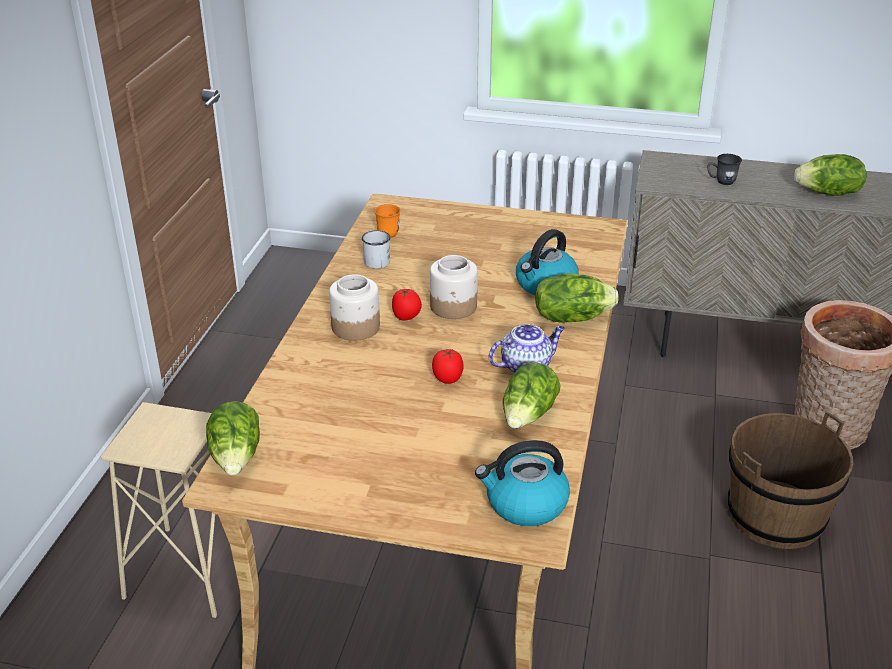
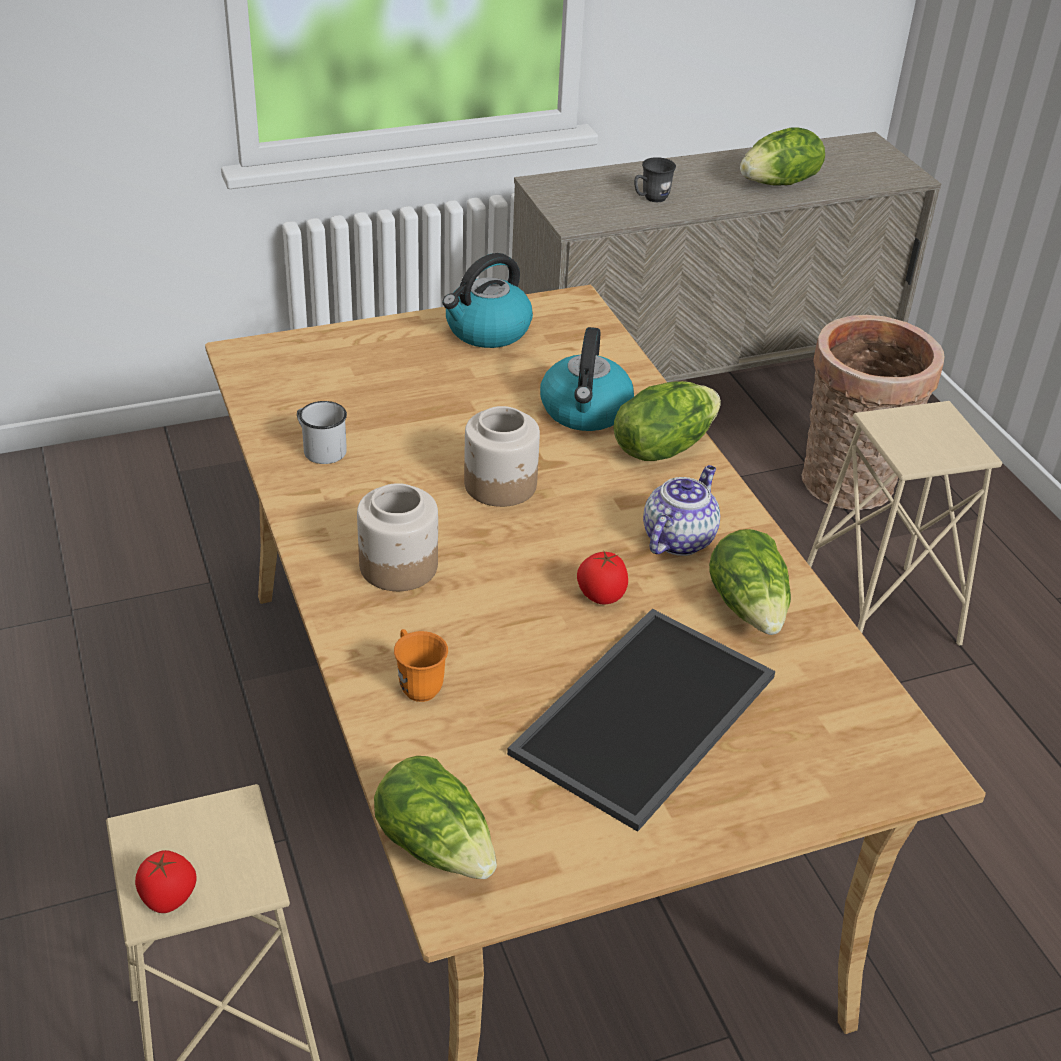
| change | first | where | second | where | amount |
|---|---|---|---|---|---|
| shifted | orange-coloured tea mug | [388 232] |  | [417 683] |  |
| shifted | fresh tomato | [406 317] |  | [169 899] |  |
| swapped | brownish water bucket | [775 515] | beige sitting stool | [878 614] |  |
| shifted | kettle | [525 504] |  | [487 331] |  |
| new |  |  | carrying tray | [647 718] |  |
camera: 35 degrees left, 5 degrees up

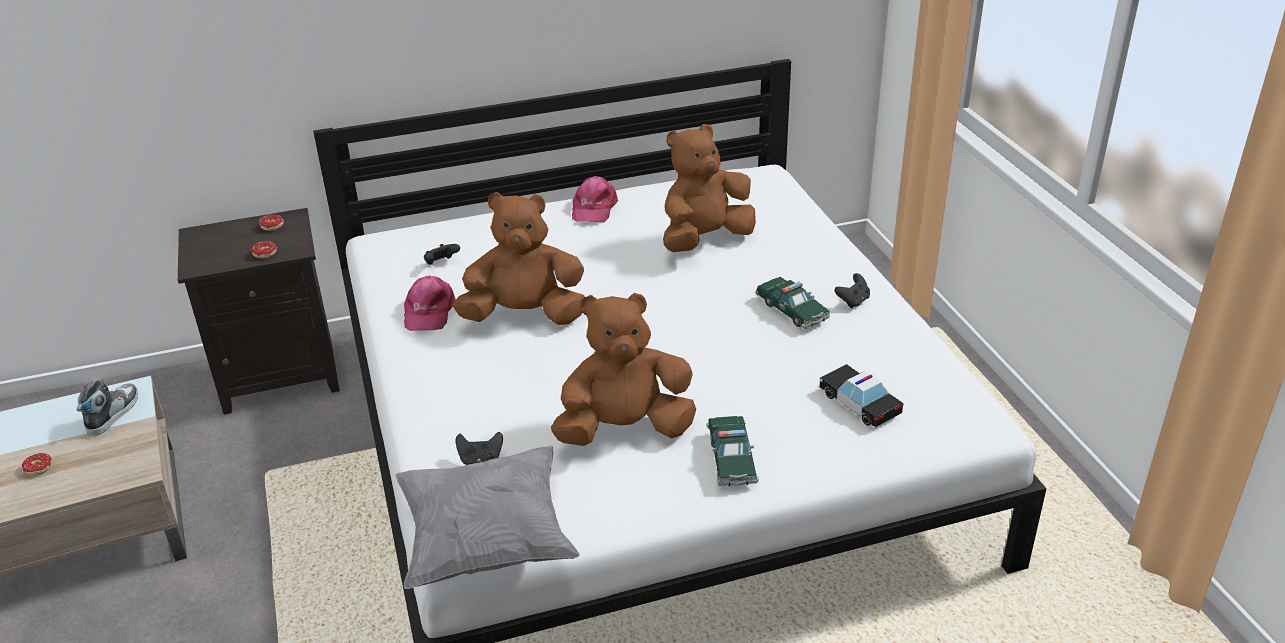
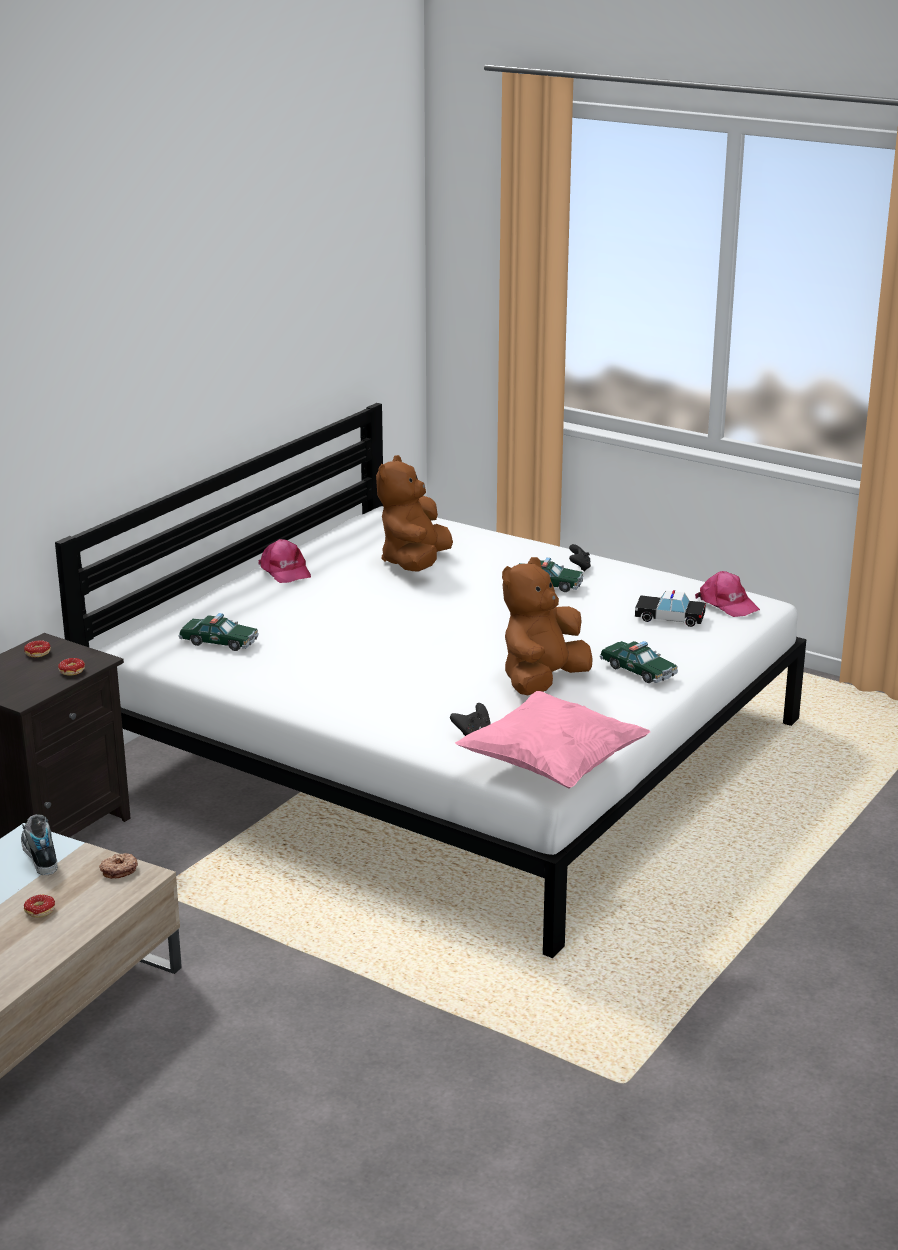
| change | first | where | second | where | amount |
|---|---|---|---|---|---|
| gone | brownish plush toy | [525 316] |  |  |  |
| swapped | blackish gamepad | [441 263] | toy car | [219 642] |  |
| shifted | pink-coloured baseball cap | [428 311] |  | [727 604] |  |
| repainted | grey pillow | [487 541] | pink-coloured pillow | [552 767] |  |
| new |  |  | donut | [119 870] |  |
camera: 40 degrees left, 10 degrees down

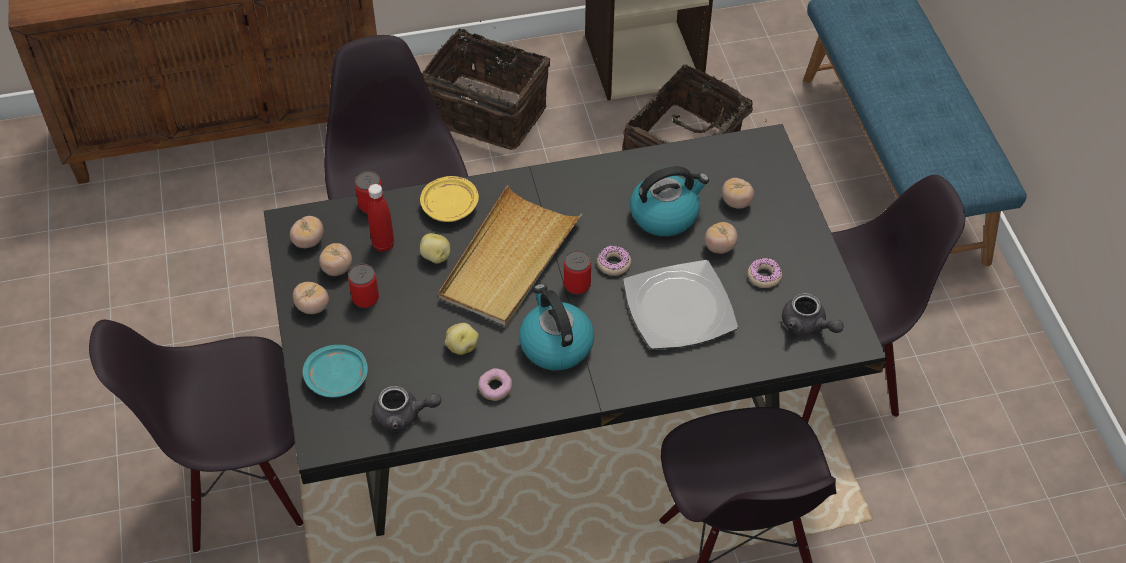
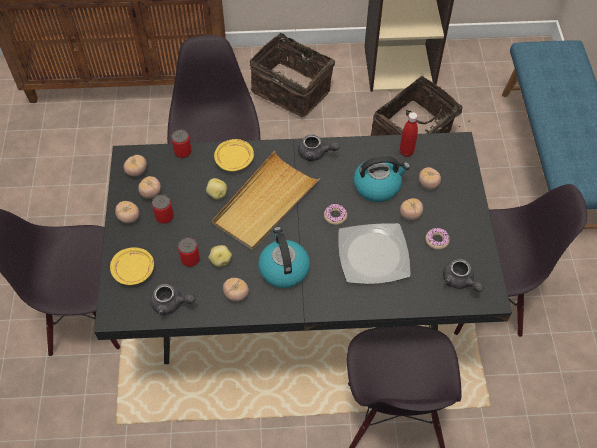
| change | first | where | second | where | amount |
|---|---|---|---|---|---|
| shifted | red-coloured beverage bottle | [383 245] |  | [406 152] |  |
| shifted | can | [577 285] |  | [190 259] |  |
| repainted | blue-green flat dish | [337 378] | yellowish flat dish | [134 270] |  |
| swapped | donut | [495 389] | fresh tomato | [236 294] |  |
| new |  |  | grey tea pot | [316 153] |  |
camera: 10 degrees right, 5 degrees up

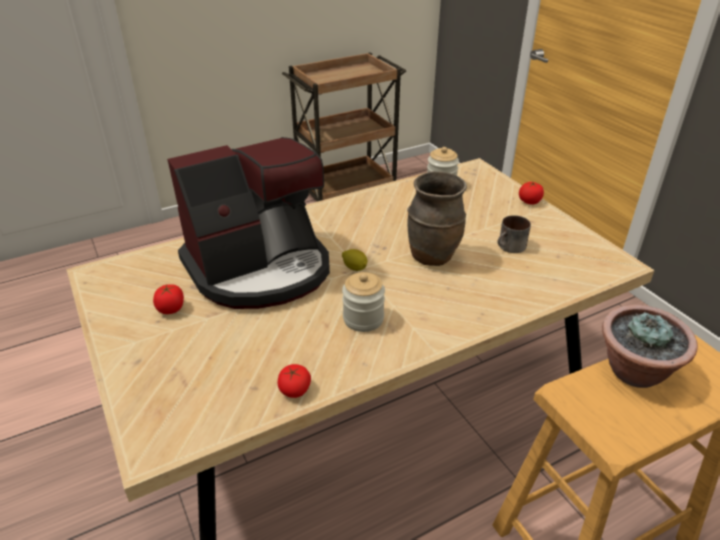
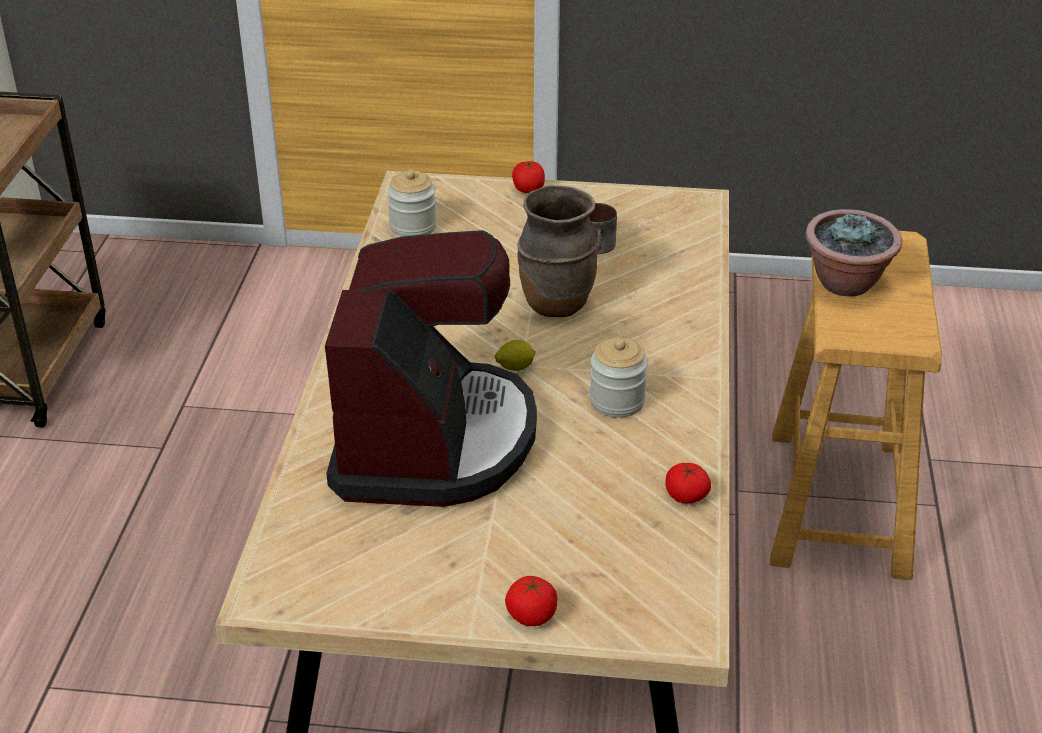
| change | first | where | second | where | amount |
|---|---|---|---|---|---|
| shifted | fresh tomato | [171 309] |  | [531 616] |  |
camera: 55 degrees left, 0 degrees up

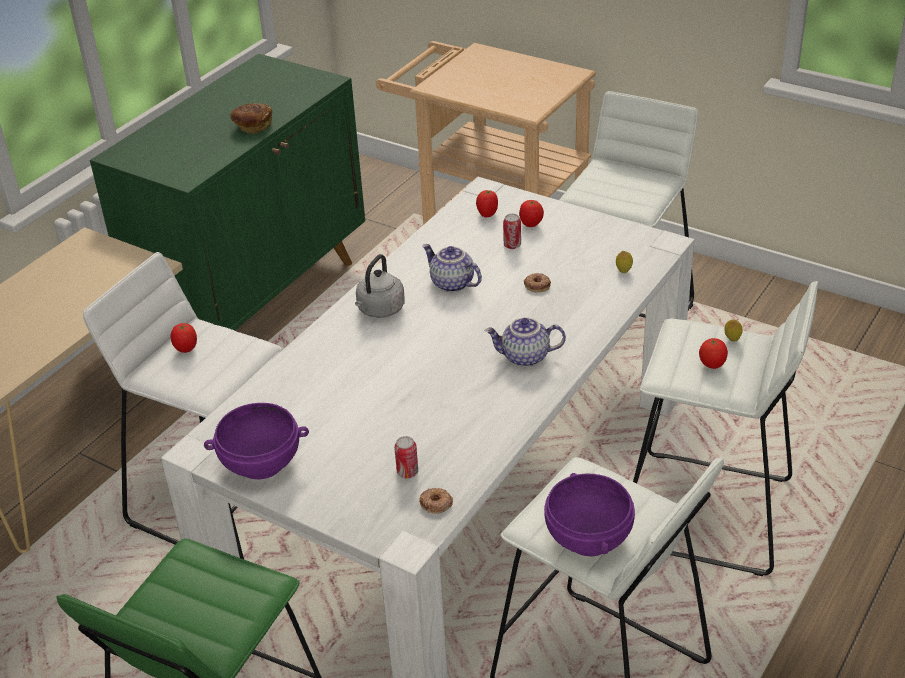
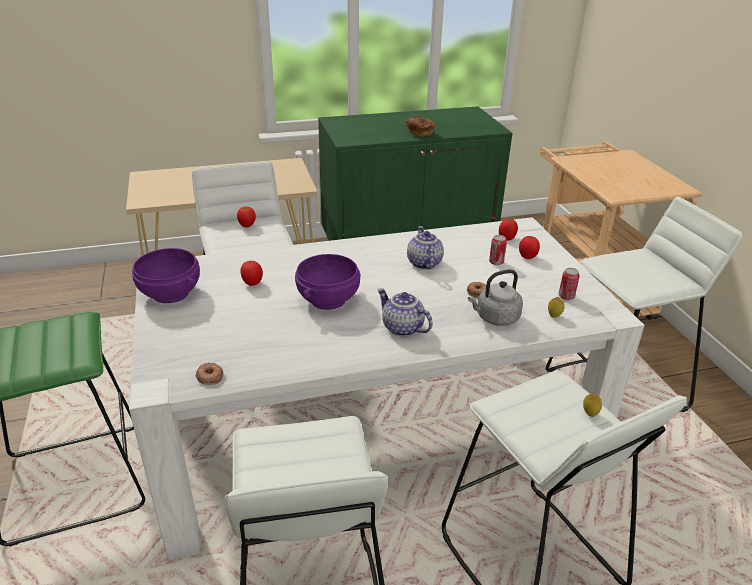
| change | first | where | second | where | amount |
|---|---|---|---|---|---|
| shifted | grey kettle | [379 310] |  | [495 318] |  |
| shifted | fresh tomato | [712 365] |  | [252 283] |  |
| shifted | can | [407 472] |  | [566 297] |  |
| shifted | purple bowl | [589 537] |  | [329 300] |  |
camera: 40 degrees right, 5 degrees down

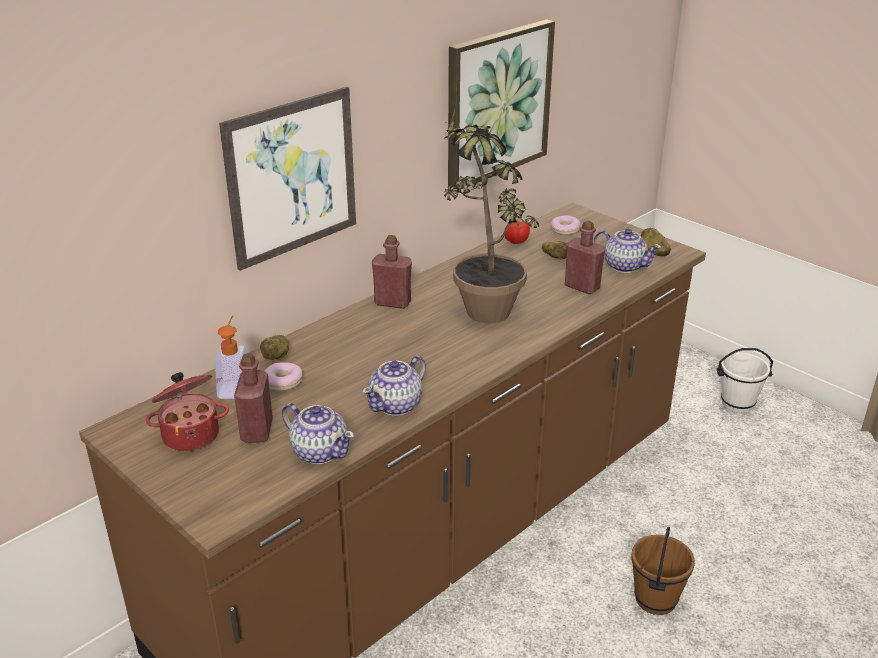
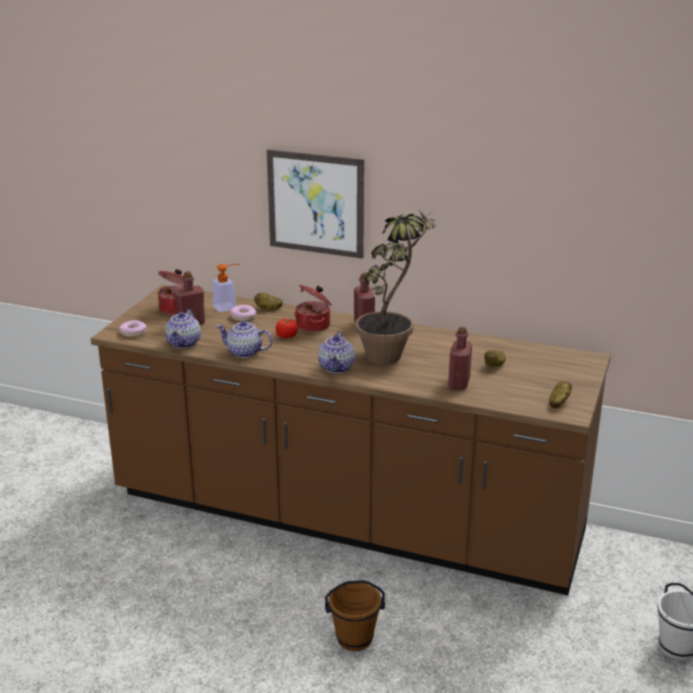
| change | first | where | second | where | amount |
|---|---|---|---|---|---|
| gone | picture | [497 103] |  |  |  |
| shifted | donut | [565 230] |  | [133 333] |  |
| shifted | fresh tomato | [516 241] |  | [286 336] |  |
| shifted | tea pot | [624 266] |  | [337 367] |  |
| new |  |  | cooking pot | [314 325] |  |
camera: 65 degrees right, 5 degrees down

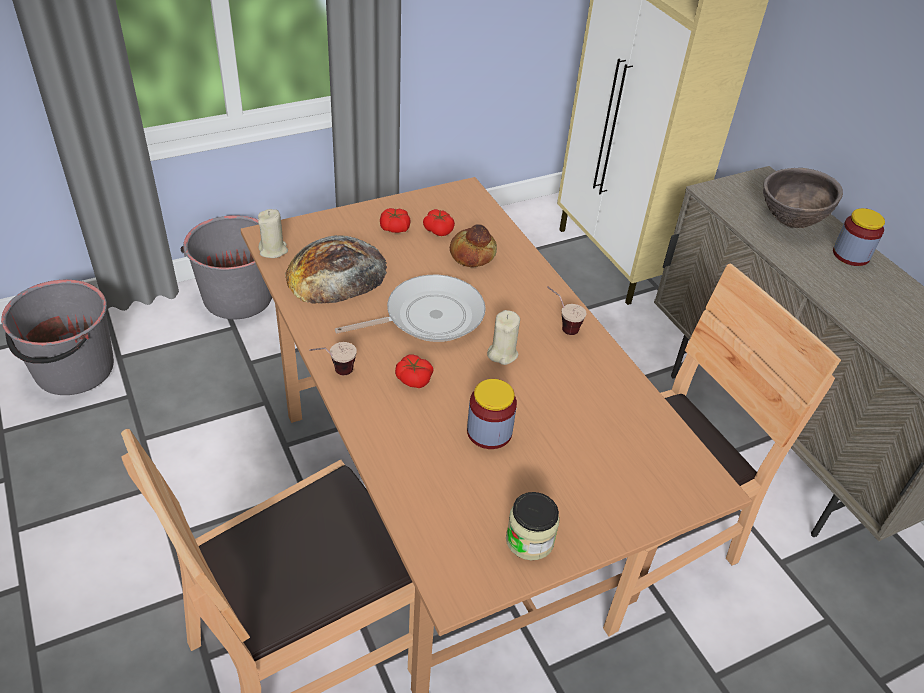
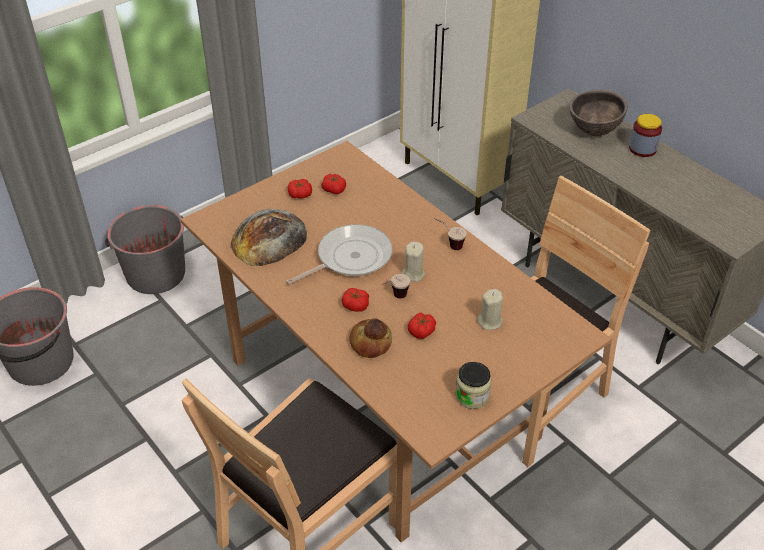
| change | first | where | second | where | amount |
|---|---|---|---|---|---|
| shifted | beige wax light | [273 250] |  | [490 321] |  |
| shifted | bakery bread | [472 254] |  | [370 342] |  |
| shifted | small cup | [334 373] |  | [394 298] |  |
| swapped | jar | [489 432] | fresh tomato | [421 331] |  |
camera: 10 degrees left, 0 degrees up

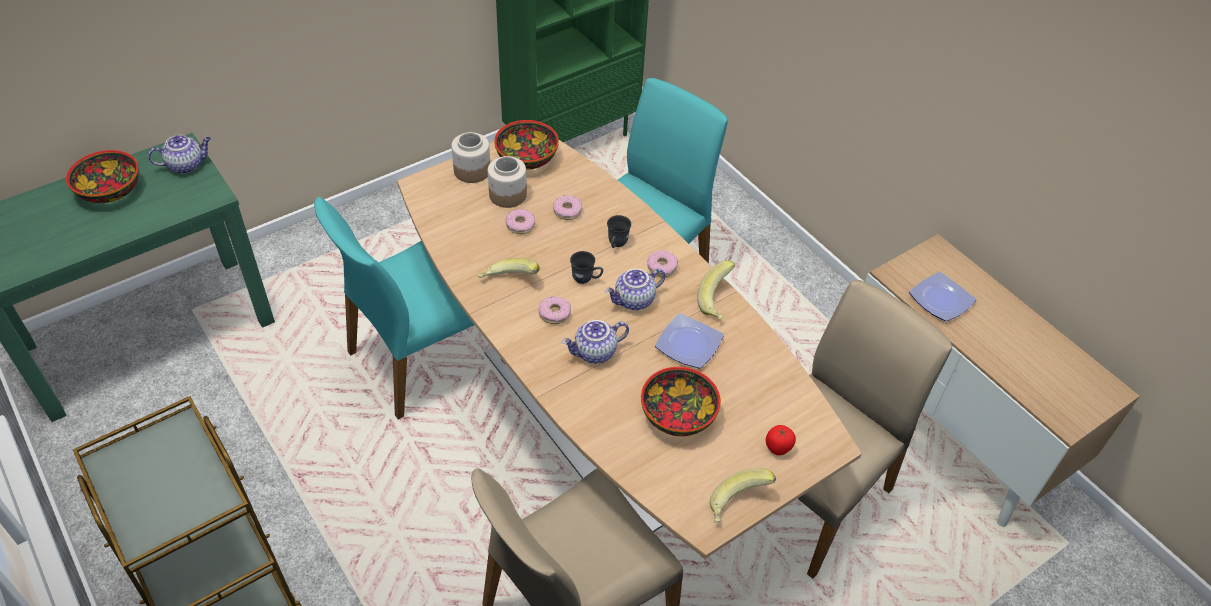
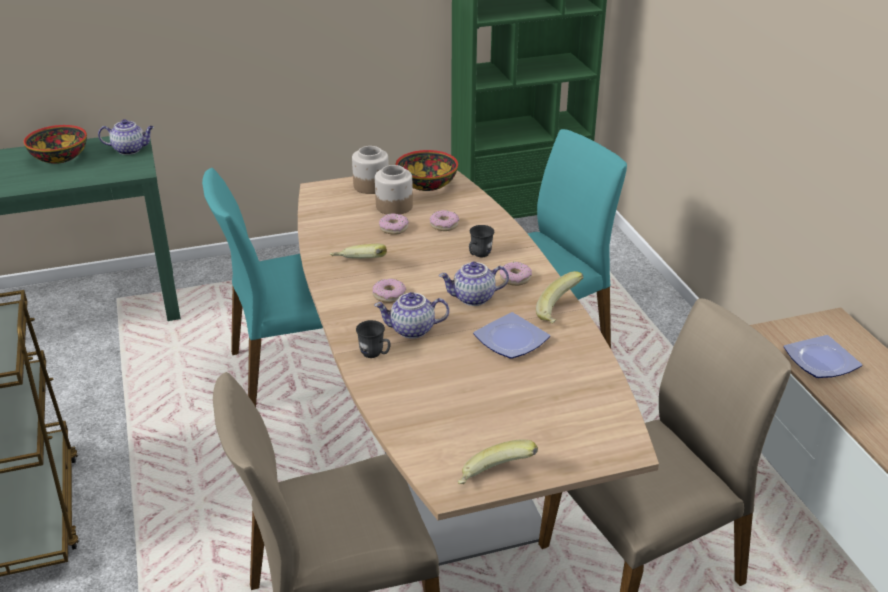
| change | first | where | second | where | amount |
|---|---|---|---|---|---|
| shifted | grey tea mug | [586 279] |  | [375 354] |  |
| gone | bowl | [677 414] |  |  |  |
| gone | fresh tomato | [778 448] |  |  |  |
camera: 20 degrees right, 15 degrees down

